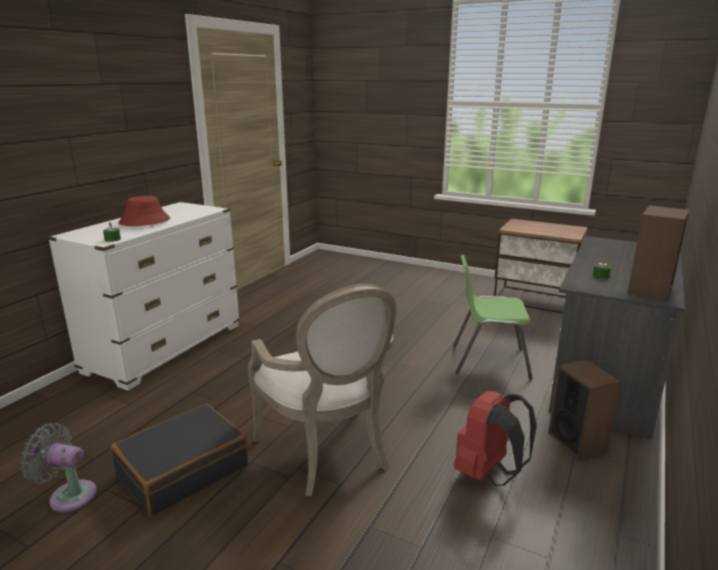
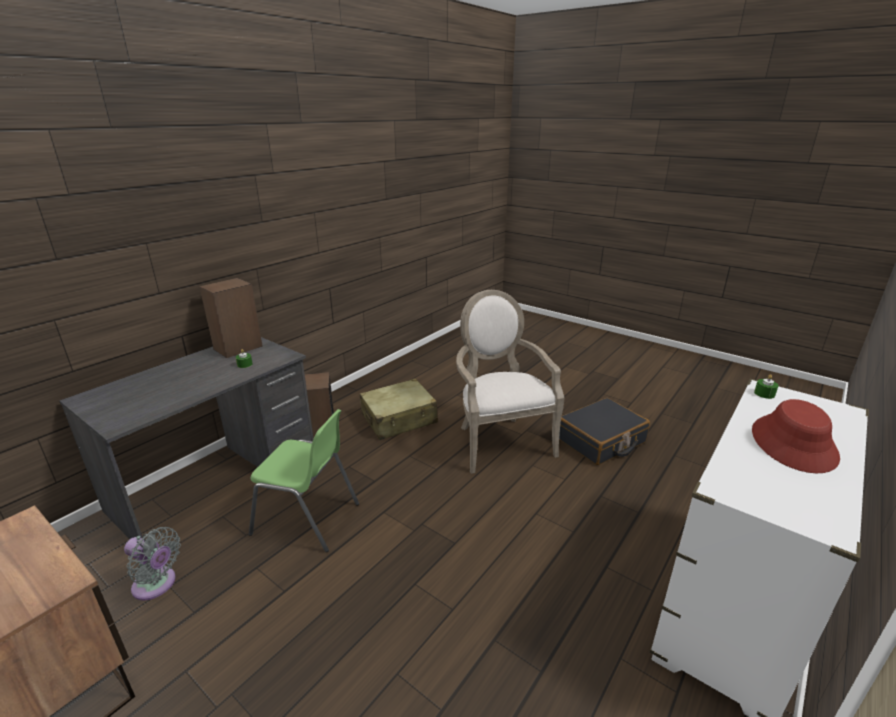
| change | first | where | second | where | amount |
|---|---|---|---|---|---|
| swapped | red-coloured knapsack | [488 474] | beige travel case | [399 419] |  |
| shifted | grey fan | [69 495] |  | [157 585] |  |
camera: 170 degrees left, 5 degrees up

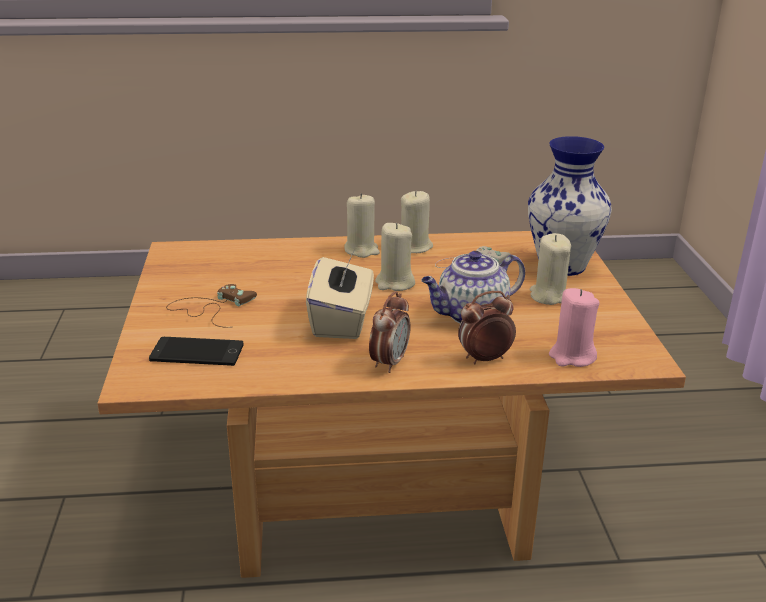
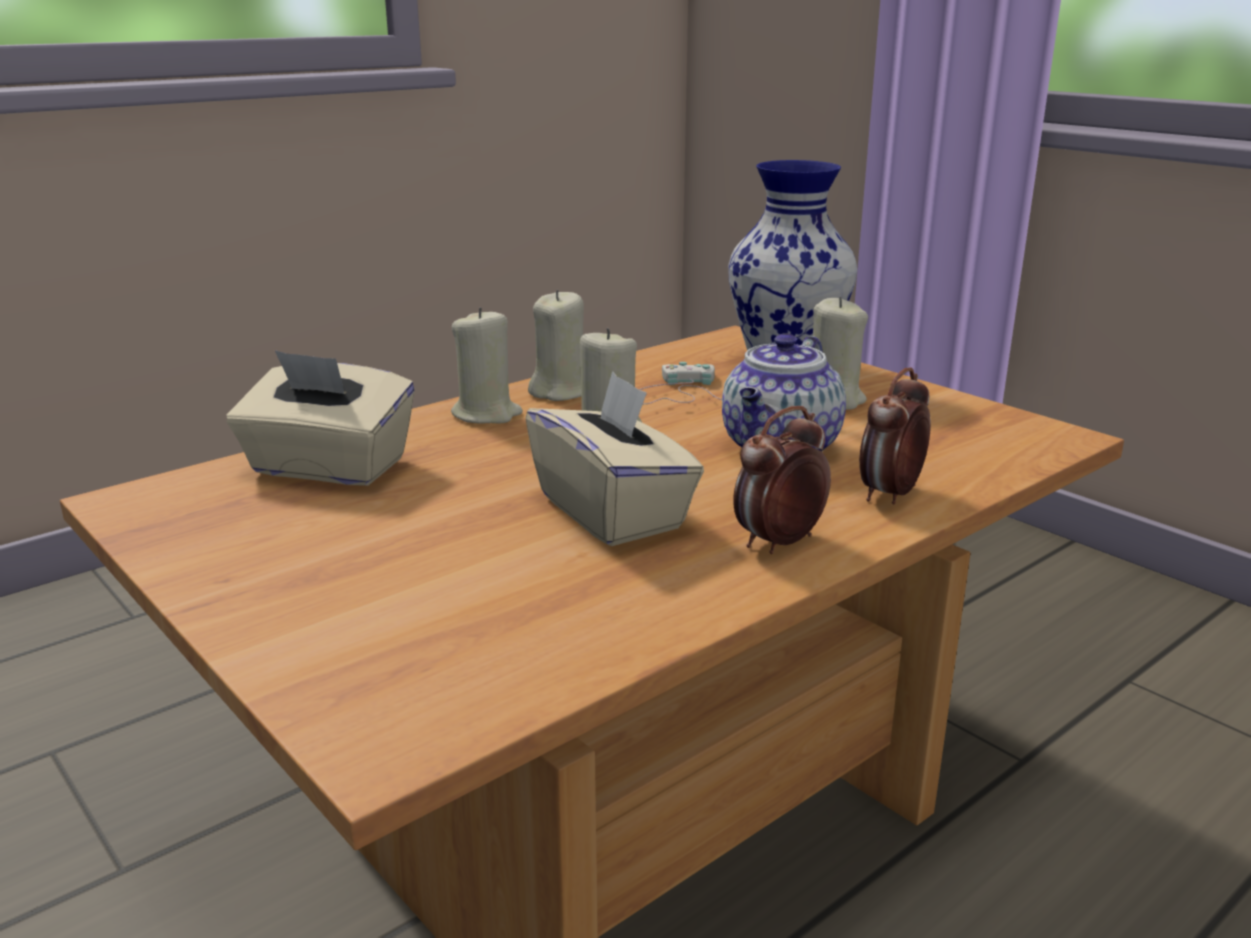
| change | first | where | second | where | amount |
|---|---|---|---|---|---|
| gone | brownish gamepad | [211 308] |  |  |  |
| gone | pink-coloured wax light | [572 356] |  |  |  |
| rotated | table clock | [389 362] |  | [779 543] | 120 degrees counterclockwise |
| gone | handset | [197 352] |  |  |  |
| new |  |  | beige box of tissues | [328 468] |  |
camera: 35 degrees left, 5 degrees down

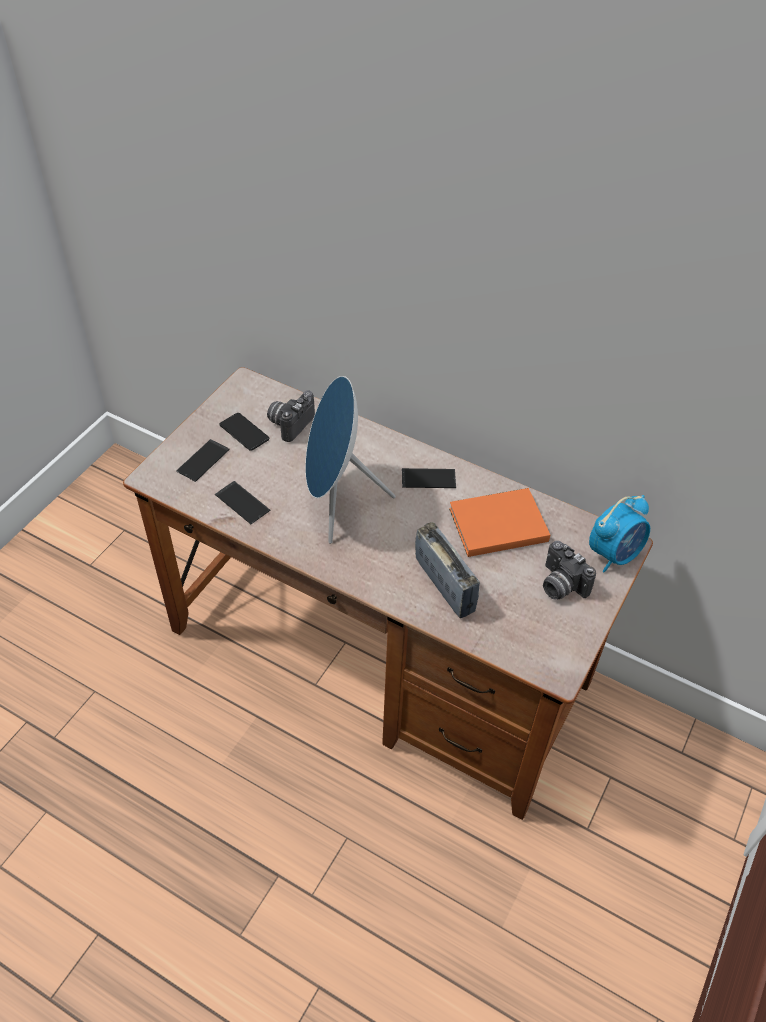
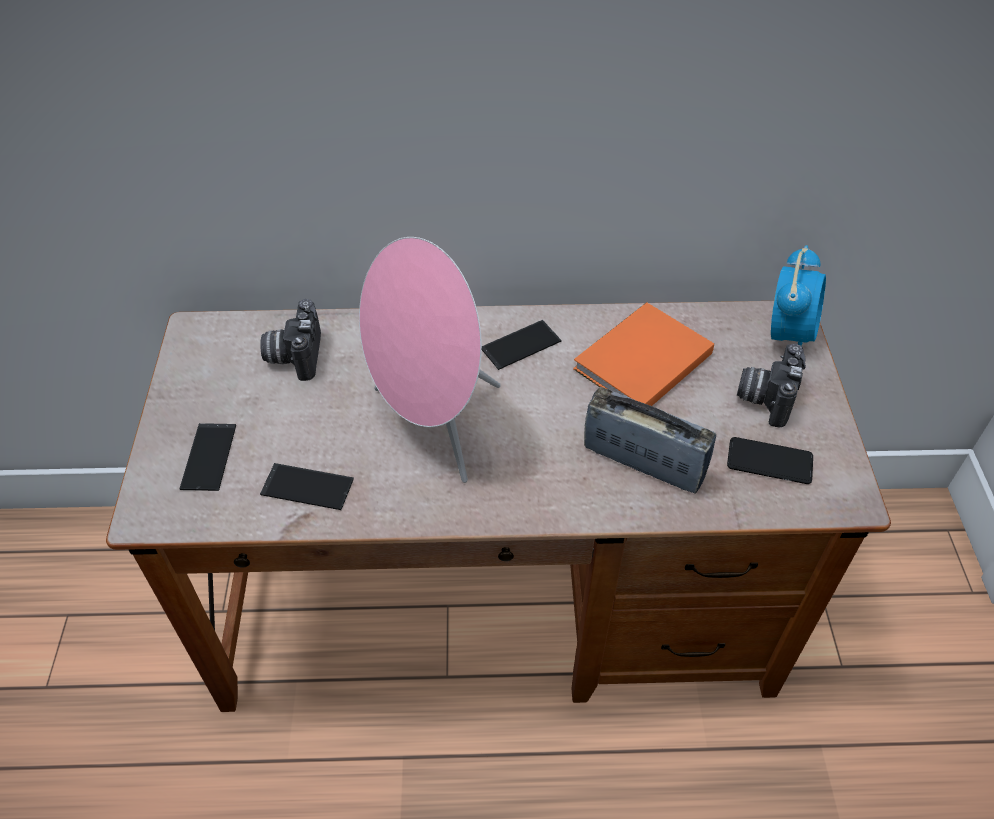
| change | first | where | second | where | amount |
|---|---|---|---|---|---|
| repainted | blue-coloured speaker | [337 502] | pink-coloured speaker | [433 426] |  |
| shifted | handset | [244 432] |  | [769 461] |  |
| rotated | photo camera | [559 585] |  | [765 397] | 90 degrees clockwise |
camera: 30 degrees left, 0 degrees up

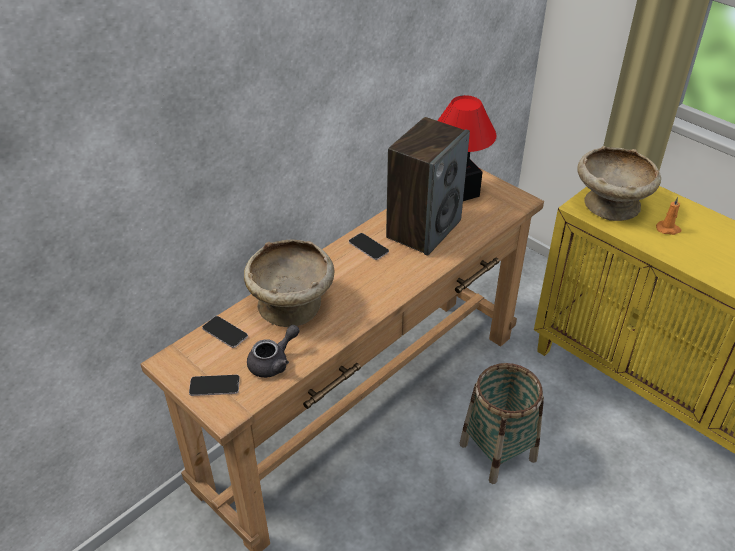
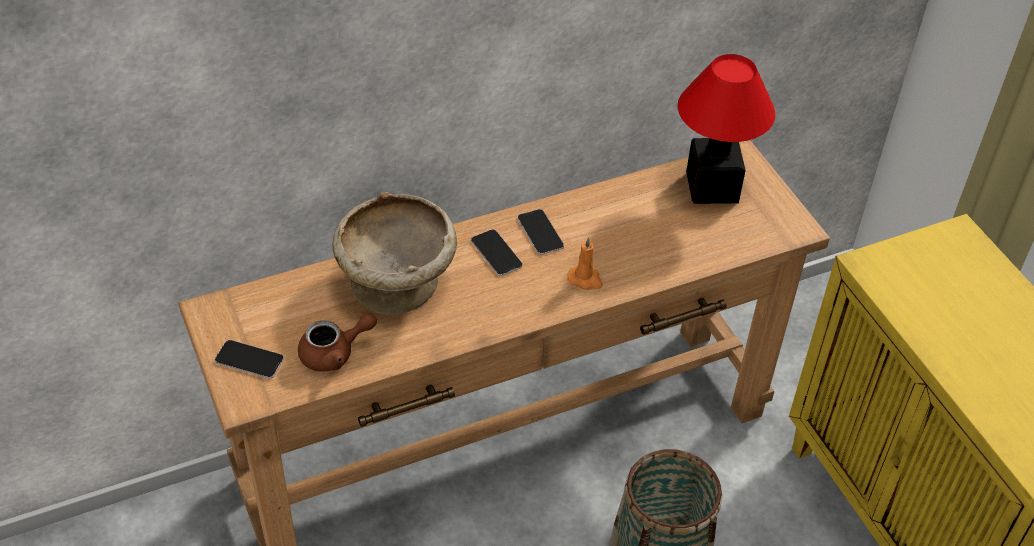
| change | first | where | second | where | amount |
|---|---|---|---|---|---|
| gone | speaker | [423 229] |  |  |  |
| gone | beige bowl | [610 205] |  |  |  |
| shifted | orange-coloured wax light | [668 229] |  | [585 279] |  |
| shifted | handset | [225 332] |  | [496 253] |  |
| repainted | grey tea pot | [273 362] | brownish tea pot | [334 353] |  |
camera: 20 degrees right, 5 degrees up

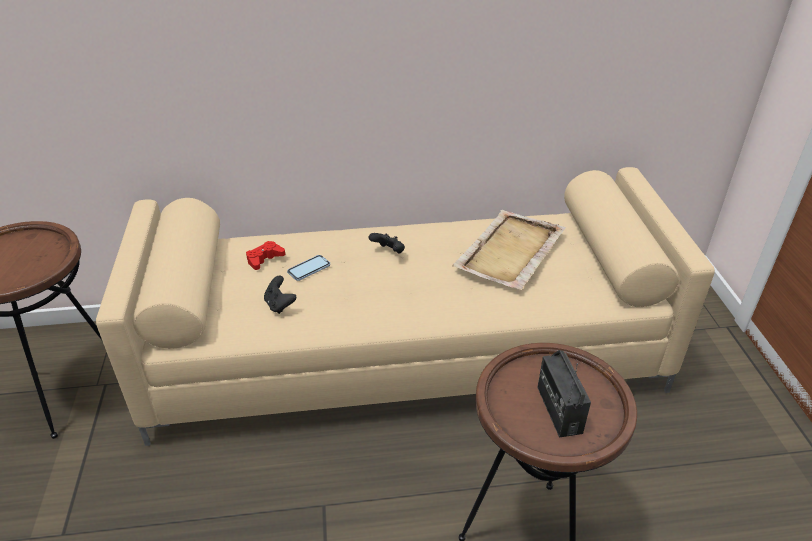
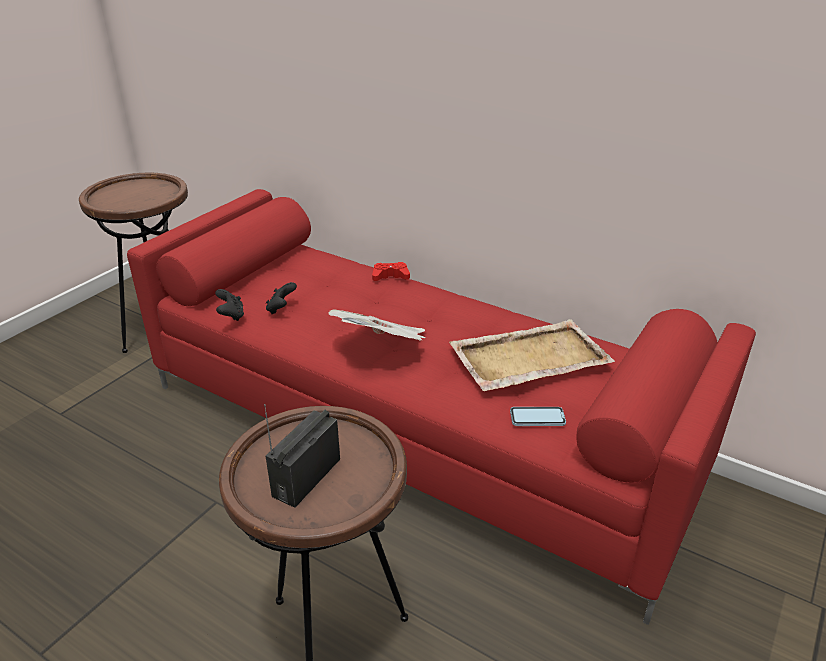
| change | first | where | second | where | amount |
|---|---|---|---|---|---|
| repainted | beige couch | [407 354] | red-coloured couch | [415 430] |  |
| shifted | blackish gamepad | [388 252] |  | [231 315] |  |
| shifted | red-coloured gamepad | [264 259] |  | [390 276] |  |
| shifted | handset | [309 269] |  | [537 418] |  |
| new |  |  | newspaper | [383 346] |  |
camera: 40 degrees right, 5 degrees down

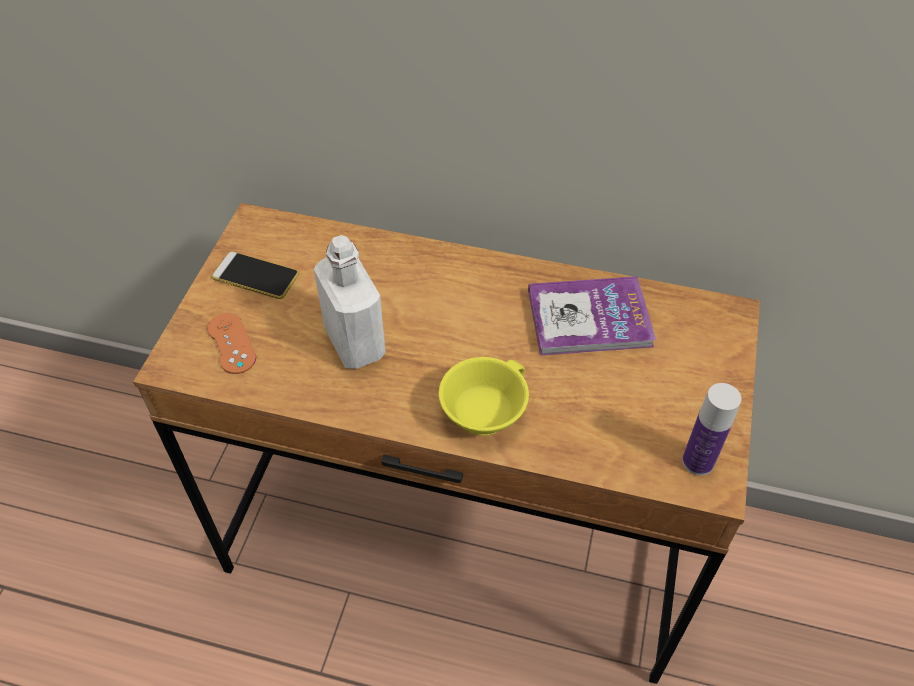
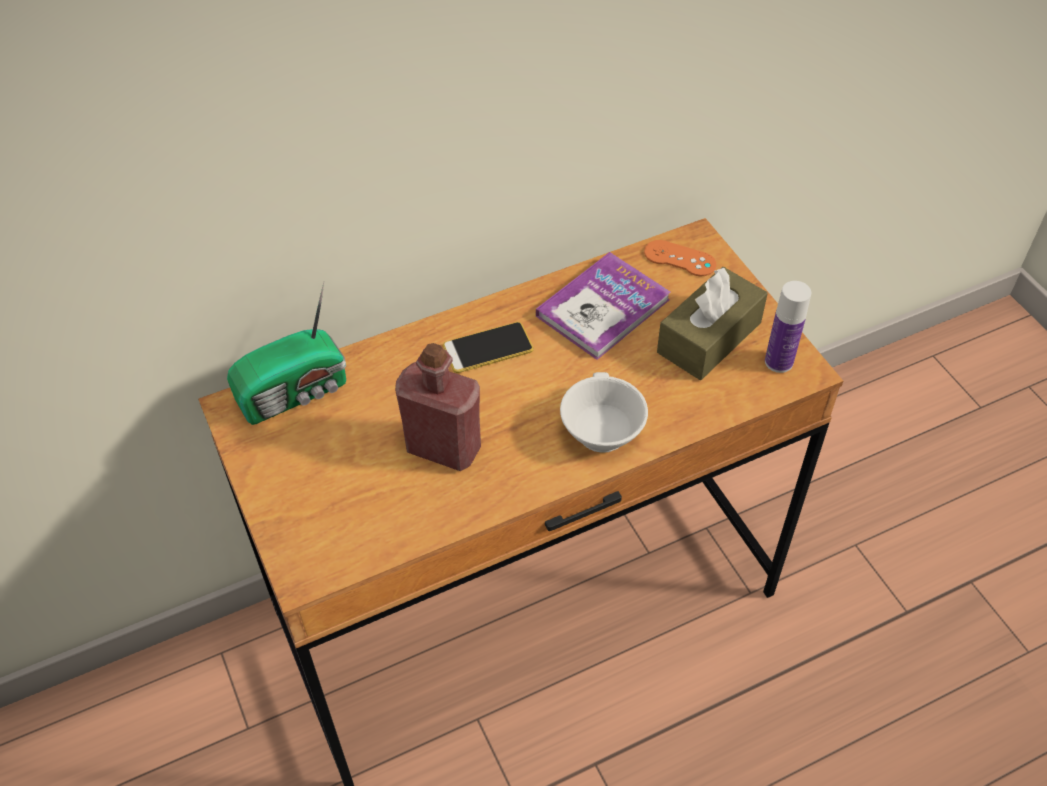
| change | first | where | second | where | amount |
|---|---|---|---|---|---|
| repainted | white beverage bottle | [355 343] | red-coloured beverage bottle | [443 447] |  |
| shifted | handset | [255 276] |  | [488 348] |  |
| shifted | orange-coloured gamepad | [231 343] |  | [679 258] |  |
| repainted | yellowish small cup | [482 410] | white small cup | [598 430] |  |
| new |  |  | brownish box of tissues | [709 337] |  |
| new |  |  | radio receiver | [296 392] |  |
camera: 40 degrees left, 0 degrees up

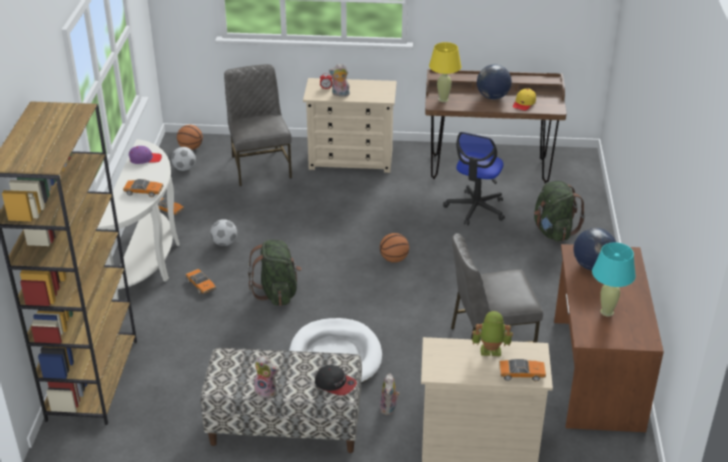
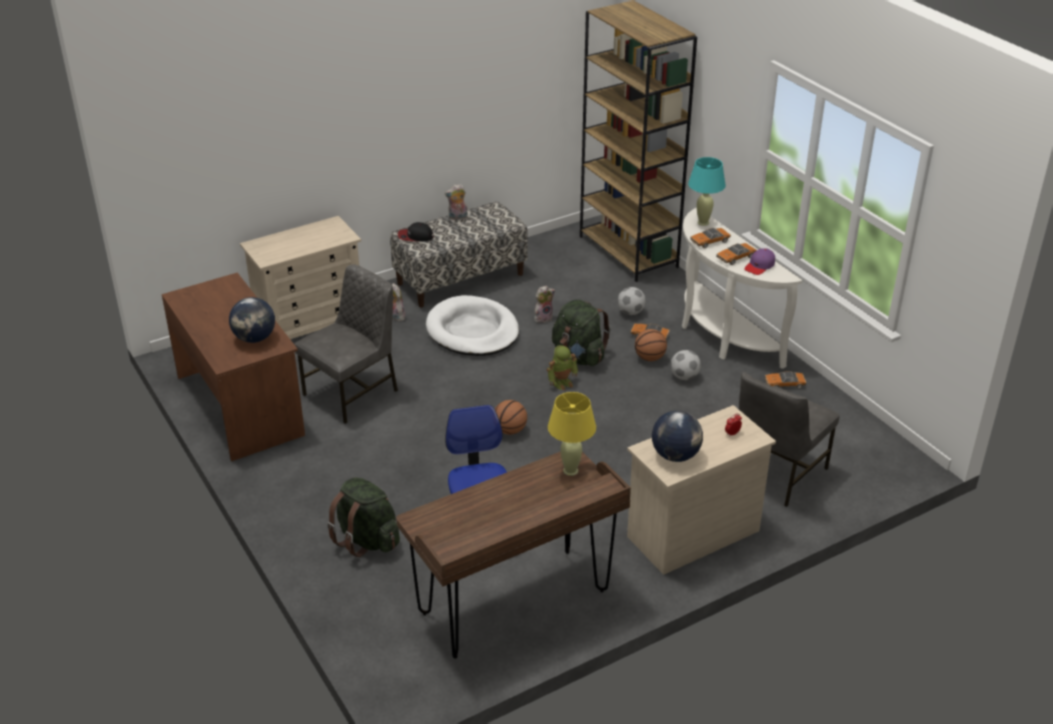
| change | first | where | second | where | amount |
|---|---|---|---|---|---|
| rotated | grey upright chair | [260 166] |  | [776 473] | 90 degrees clockwise |
| shifted | plush toy | [340 94] |  | [543 317] |  |
| shifted | desk globe | [492 97] |  | [675 455] |  |
| gone | yellowish baseball cap | [524 103] |  |  |  |
| shifted | ball for basketball | [191 148] |  | [649 358] |  |
| shifted | football | [184 168] |  | [631 312] |  |
| shifted | blue-green lamp for a table | [607 312] |  | [703 223] |  |
| shifted | robot figure | [490 352] |  | [562 382] |  |
| shifted | toy car | [521 374] |  | [735 257] |  |
camera: 145 degrees right, 0 degrees up

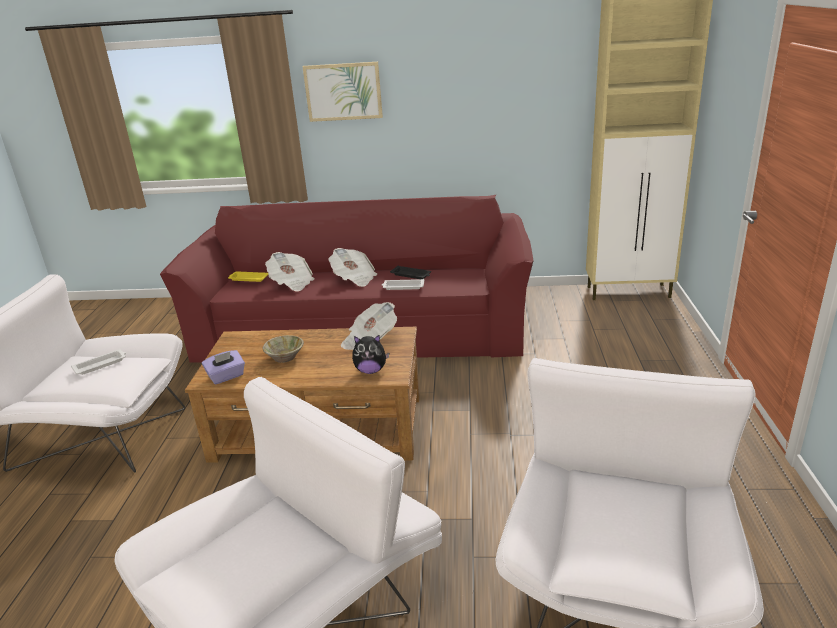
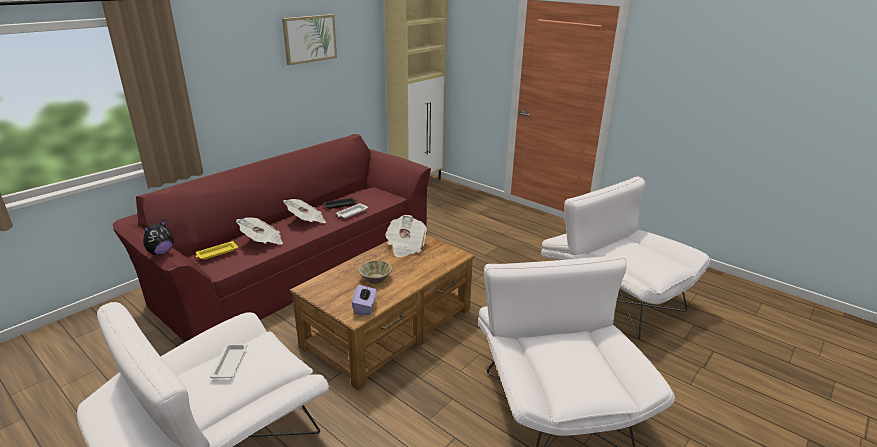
| change | first | where | second | where | amount |
|---|---|---|---|---|---|
| shifted | picture | [343 91] |  | [309 39] |  |
| shifted | plush toy | [371 370] |  | [160 252] |  |
camera: 55 degrees left, 0 degrees up

